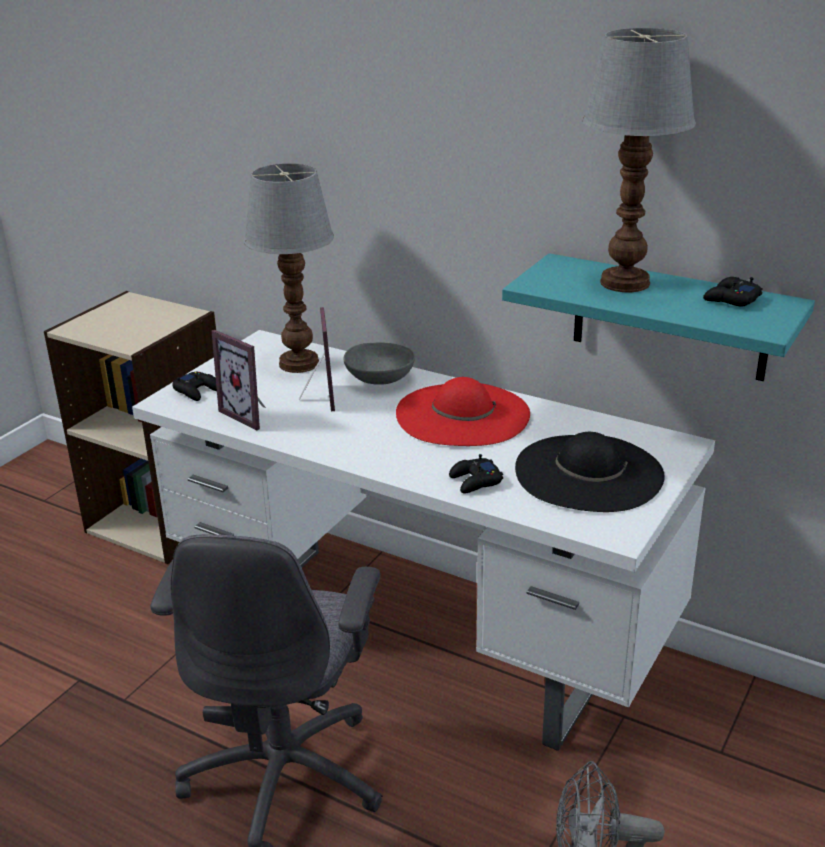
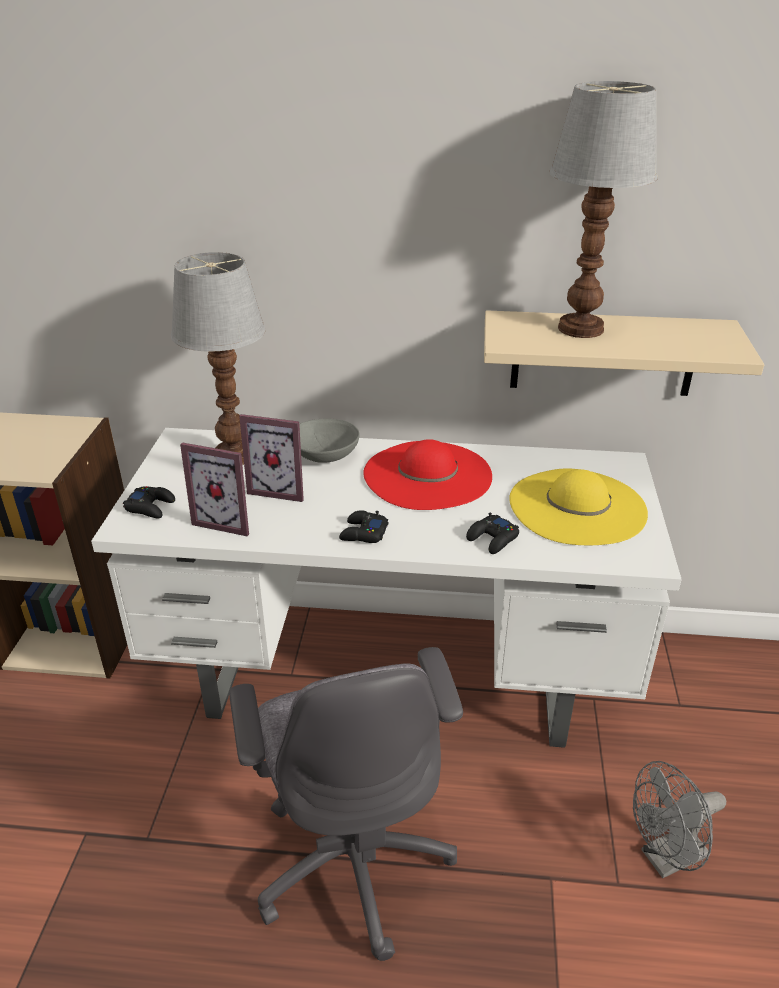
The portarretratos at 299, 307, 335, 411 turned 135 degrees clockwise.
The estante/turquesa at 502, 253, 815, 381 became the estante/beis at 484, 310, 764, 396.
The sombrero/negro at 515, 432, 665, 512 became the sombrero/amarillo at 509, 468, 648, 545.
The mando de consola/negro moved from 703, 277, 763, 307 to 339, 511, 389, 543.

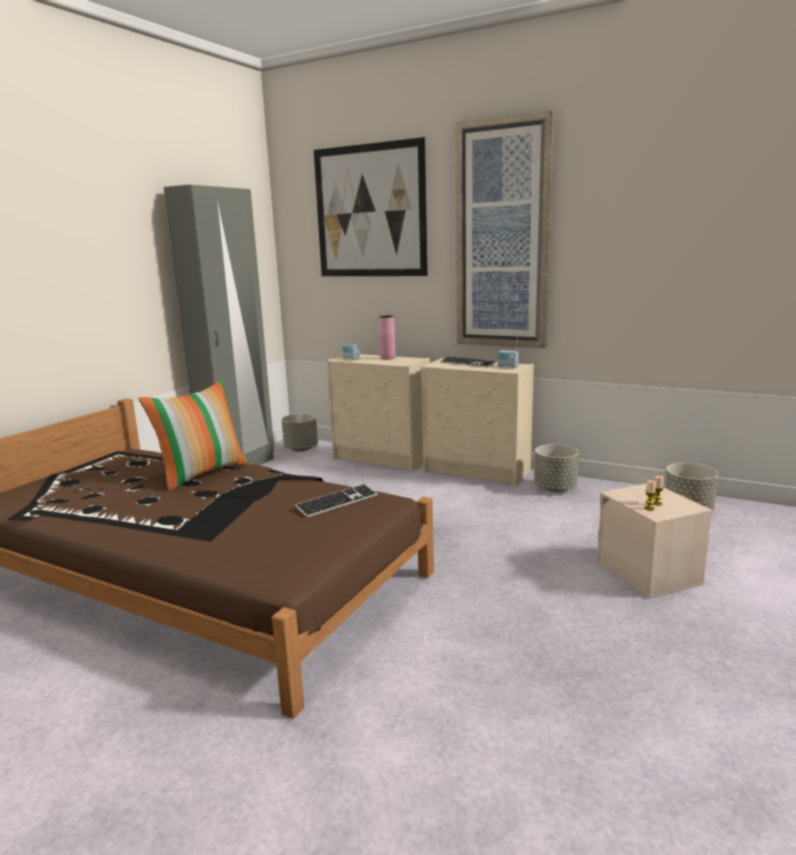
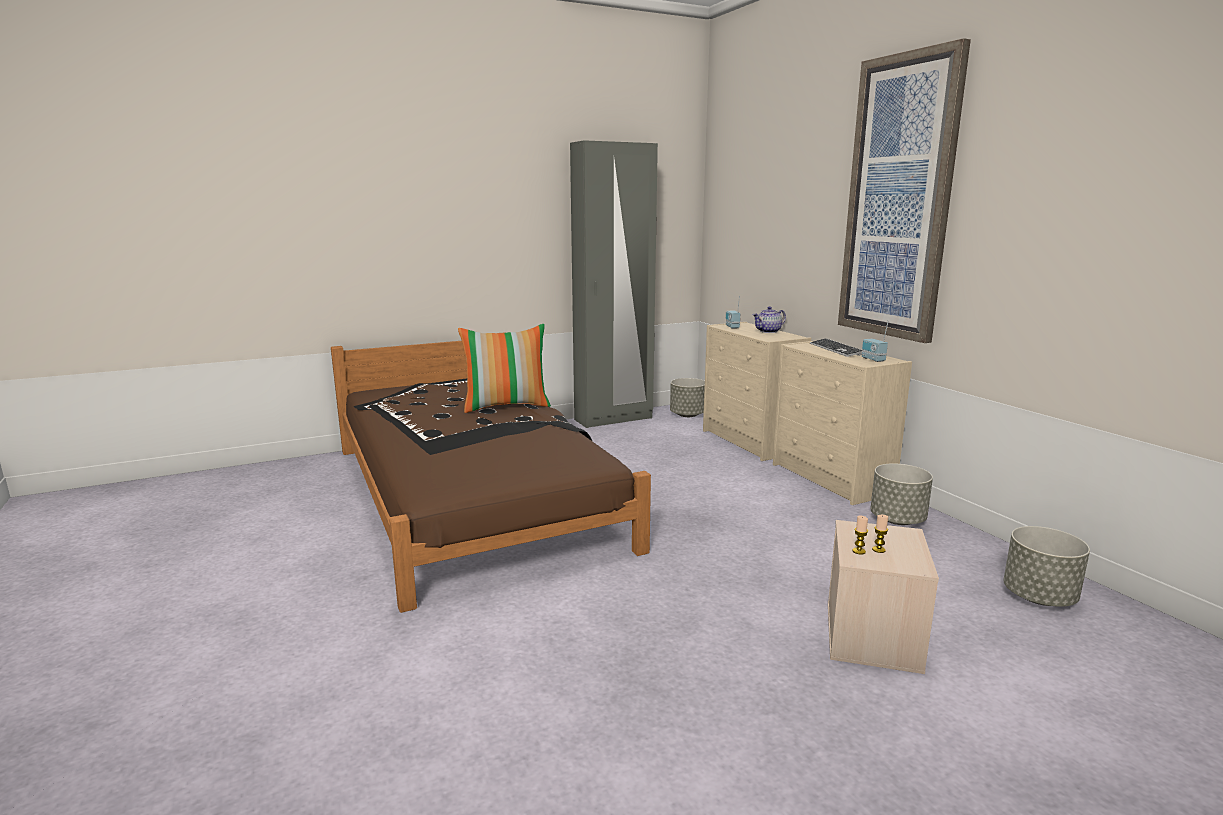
The teclado at 295, 484, 378, 518 disappeared.
The cuadro at 314, 137, 428, 276 disappeared.
The florero/rosa at 379, 316, 395, 360 was replaced by the tetera at 753, 306, 786, 333.

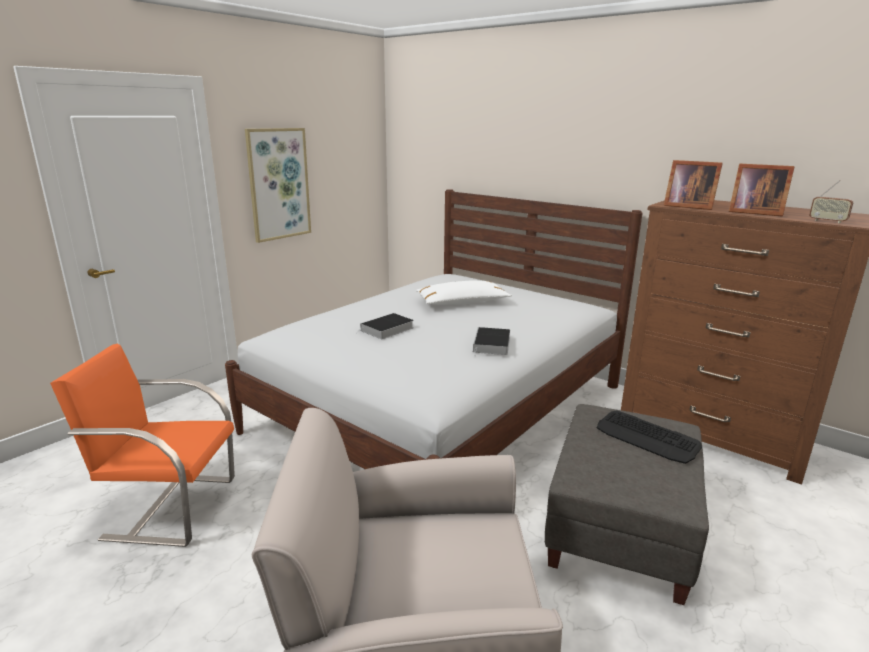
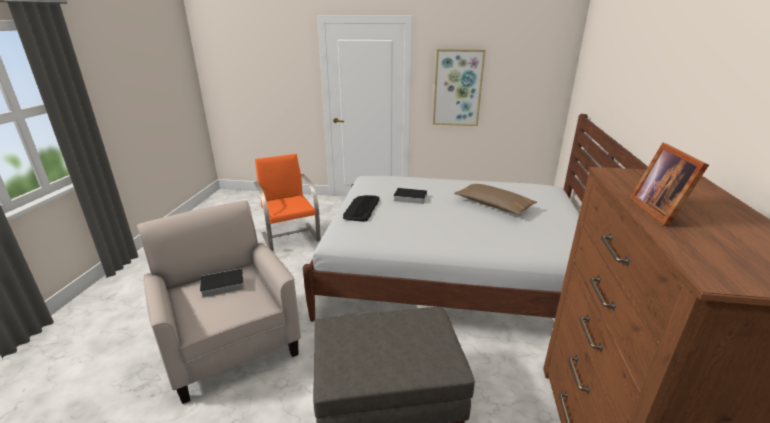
The cojín/blanco at 416, 280, 512, 305 became the cojín/marrón at 454, 184, 537, 215.
The libro moved from 473, 327, 510, 356 to 195, 268, 244, 298.
The teclado moved from 597, 410, 702, 464 to 343, 195, 380, 222.
The portarretratos at 664, 160, 723, 210 disappeared.
The radio at 809, 180, 853, 223 disappeared.

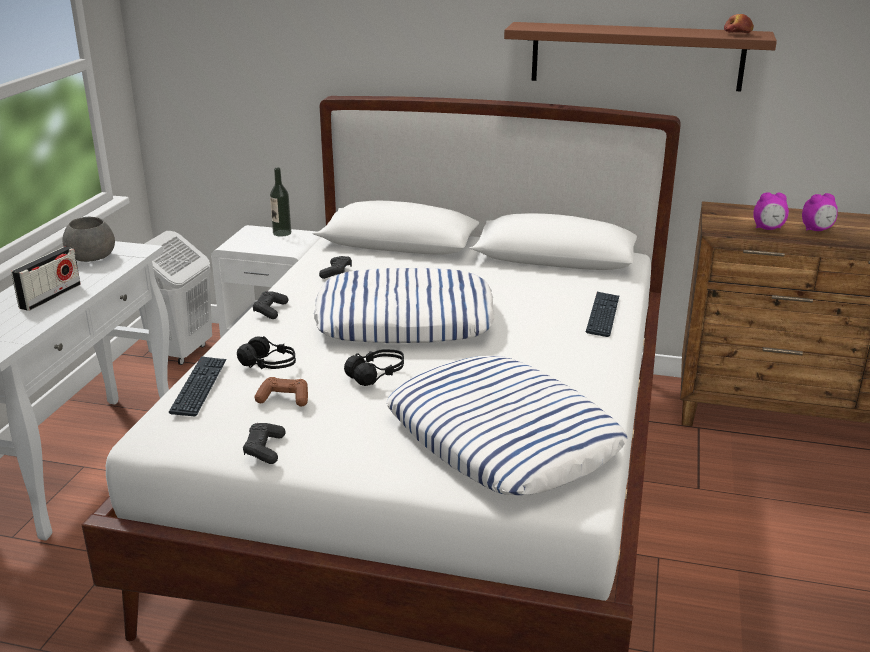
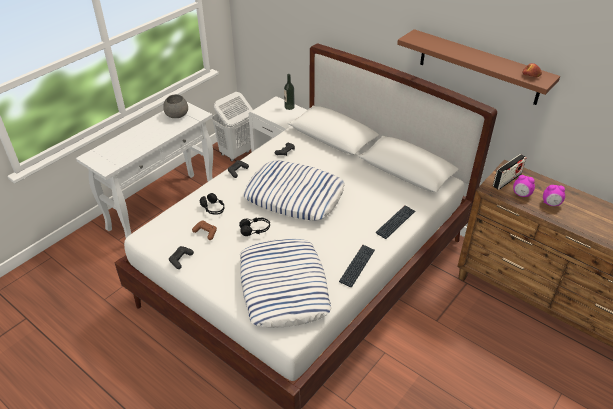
The radio moved from 11, 247, 81, 311 to 493, 154, 527, 190.
The teclado moved from 169, 356, 227, 416 to 339, 245, 375, 287.

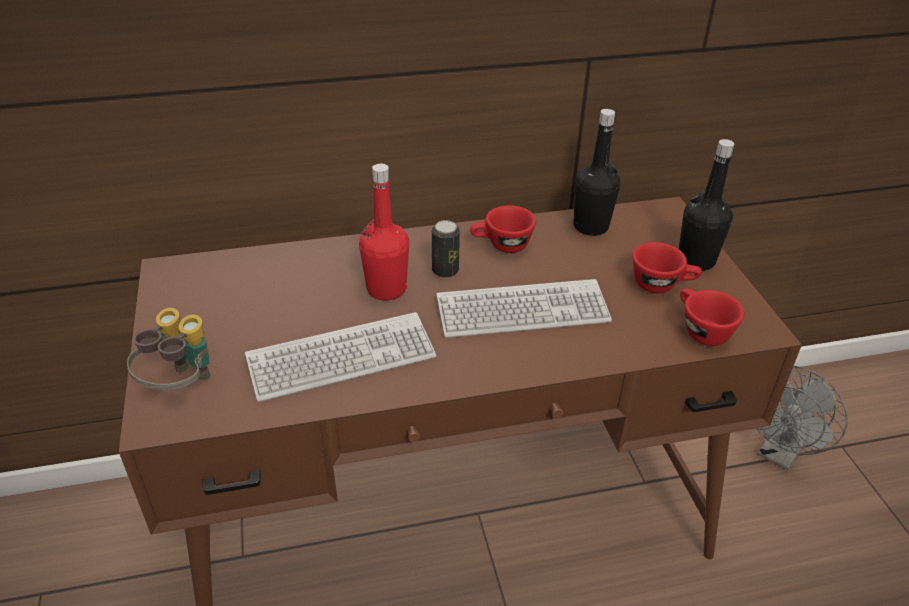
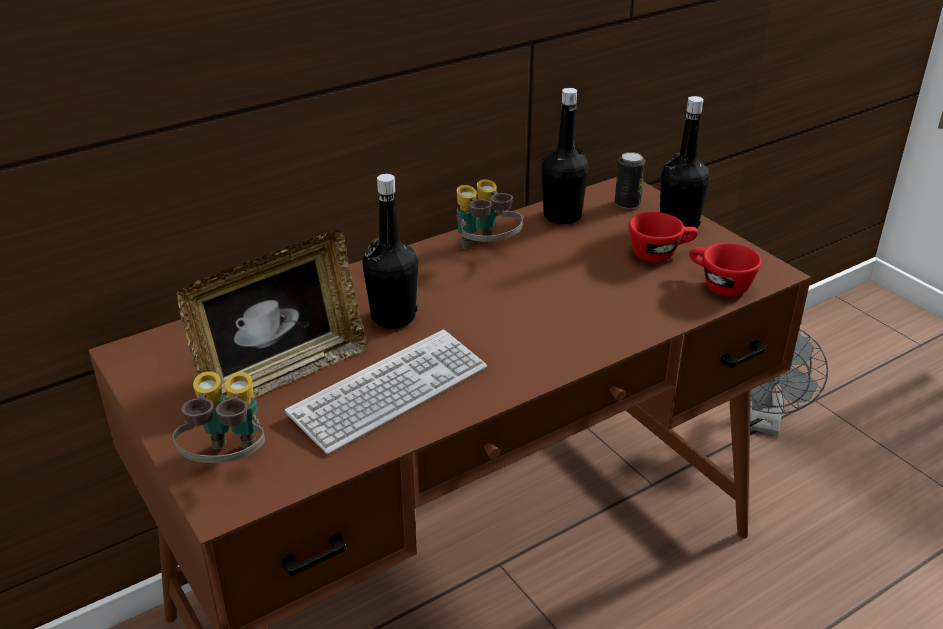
The botella/rojo at 359, 164, 409, 301 became the botella/negro at 363, 174, 418, 329.
The lata moved from 432, 220, 460, 278 to 615, 152, 645, 209.
The teclado at 436, 279, 612, 338 disappeared.
The taza/rojo at 470, 205, 536, 253 was replaced by the prismáticos at 457, 179, 523, 249.
The portarretratos at 176, 230, 368, 398 appeared.

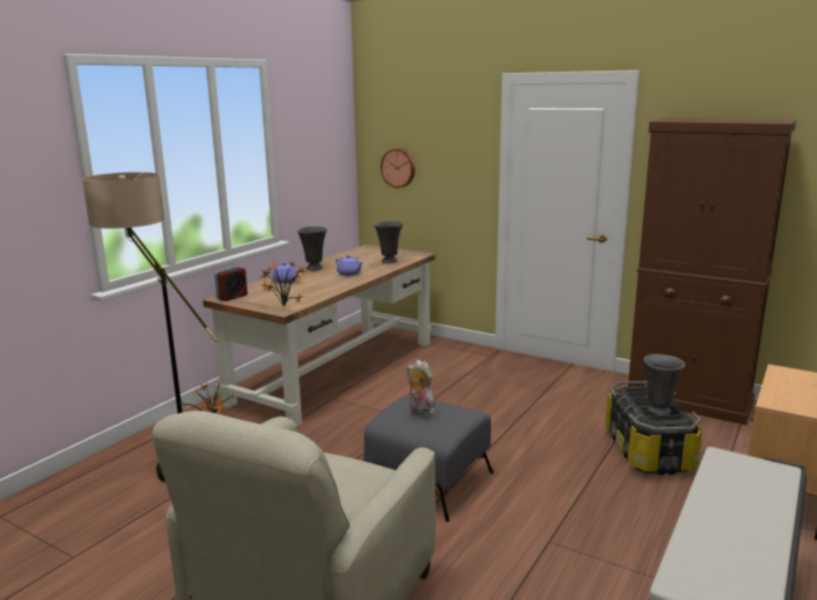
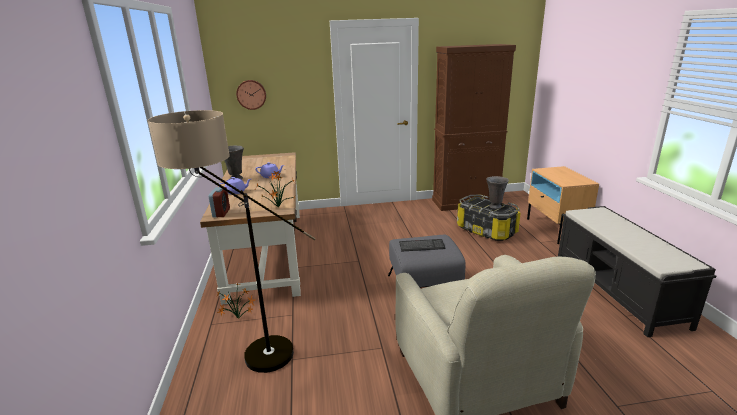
The florero/gris at 374, 221, 403, 264 disappeared.
The peluche at 407, 360, 437, 418 was replaced by the teclado at 399, 239, 446, 252.

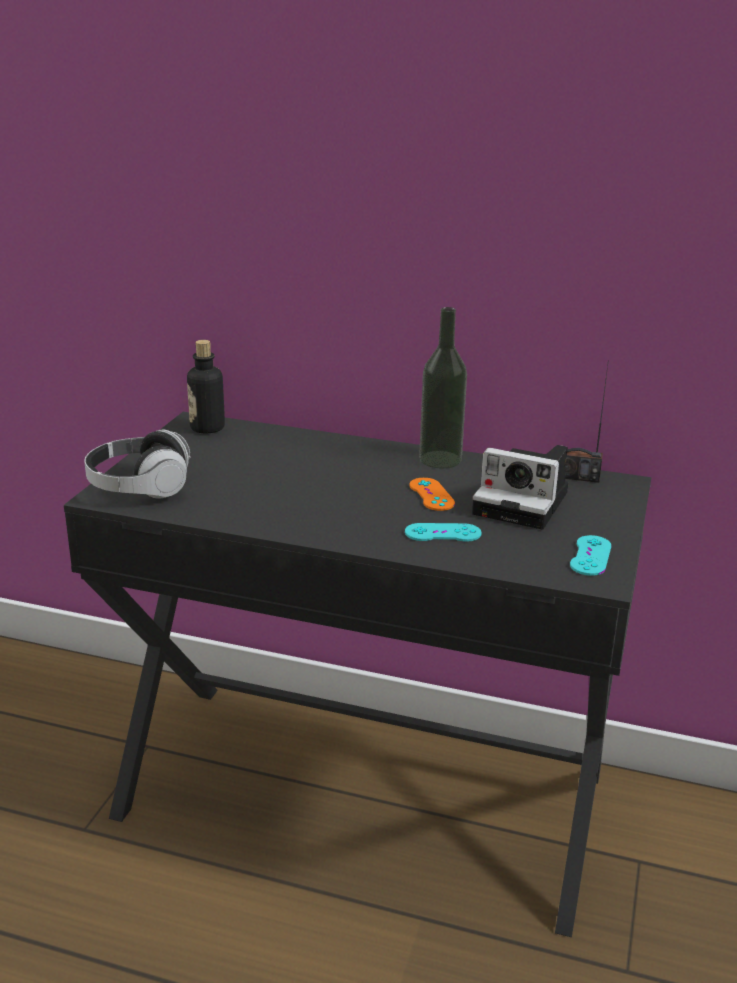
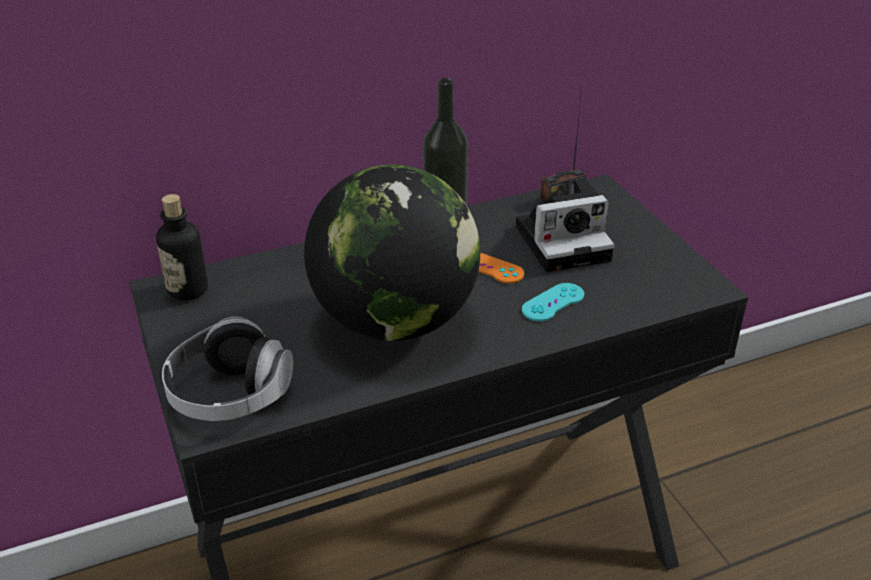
The mando de consola/turquesa at 570, 535, 611, 576 disappeared.
The globo terráqueo at 304, 164, 480, 341 appeared.

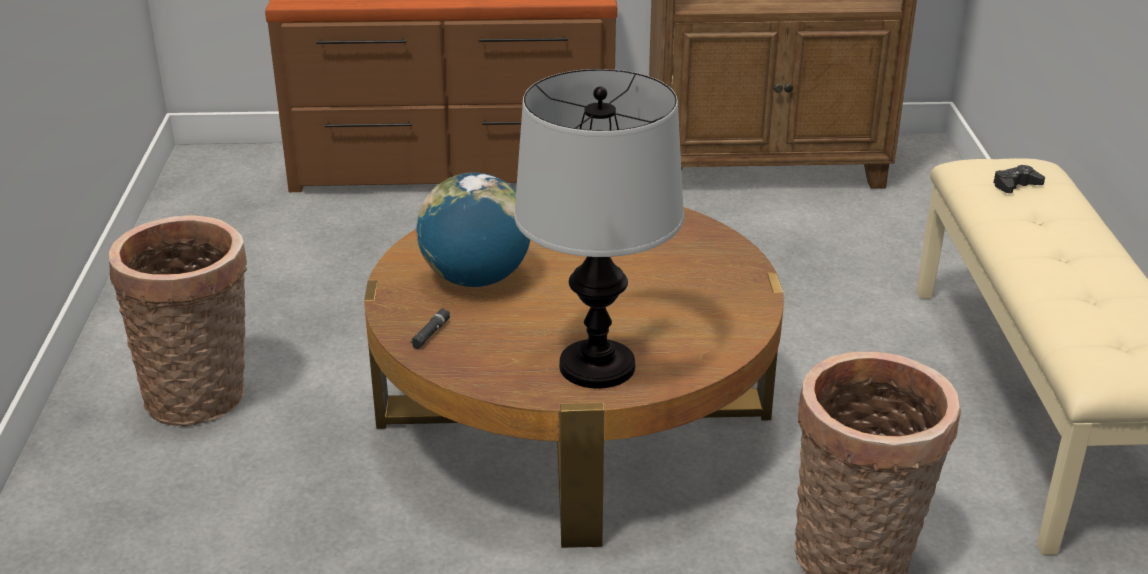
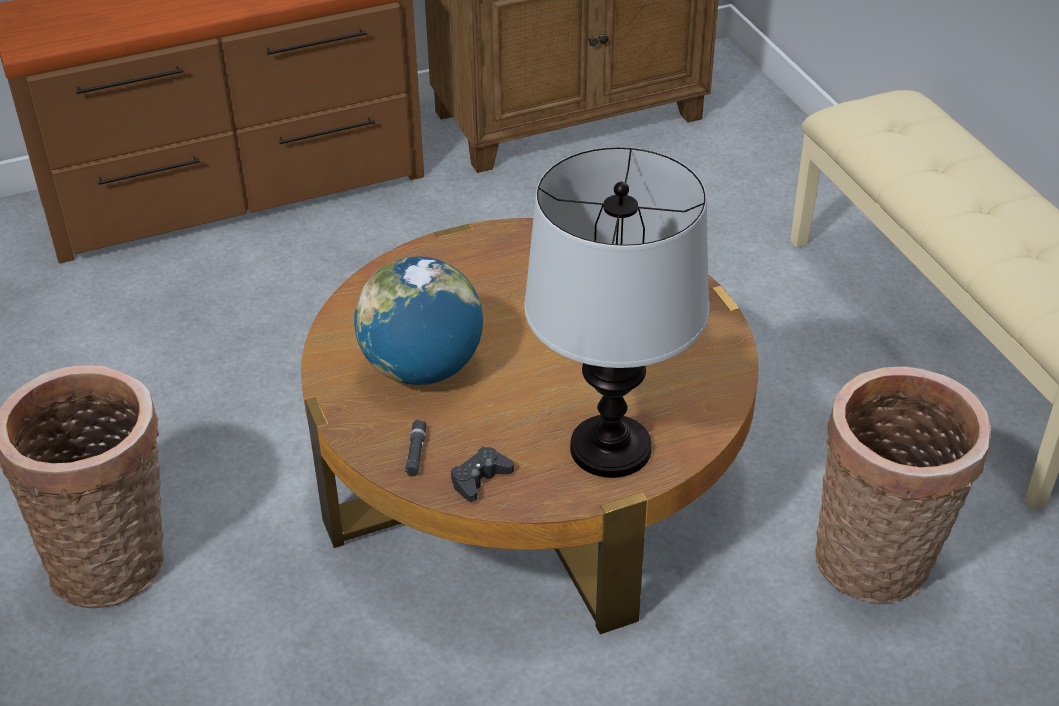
The mando de consola/negro moved from 993, 165, 1045, 193 to 451, 447, 514, 502.

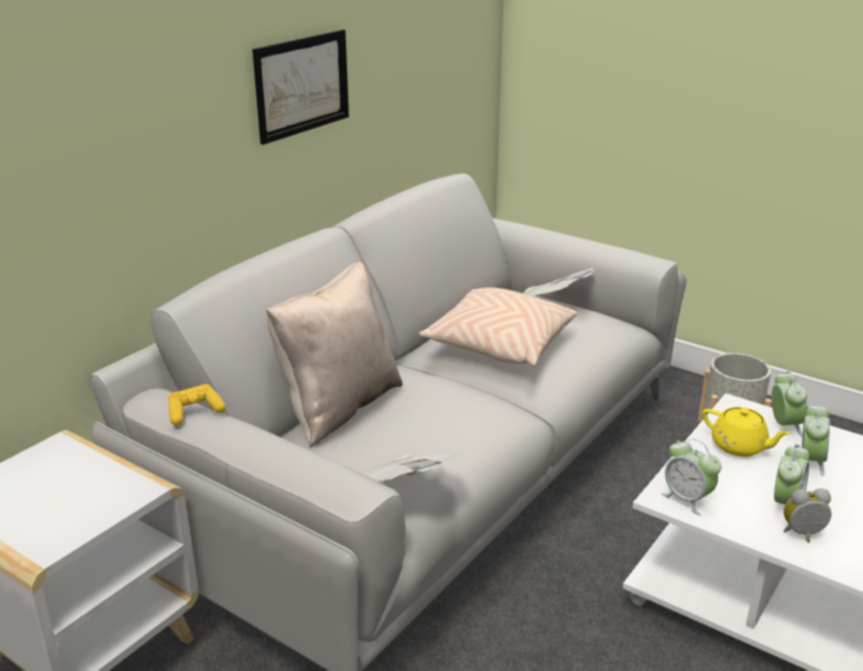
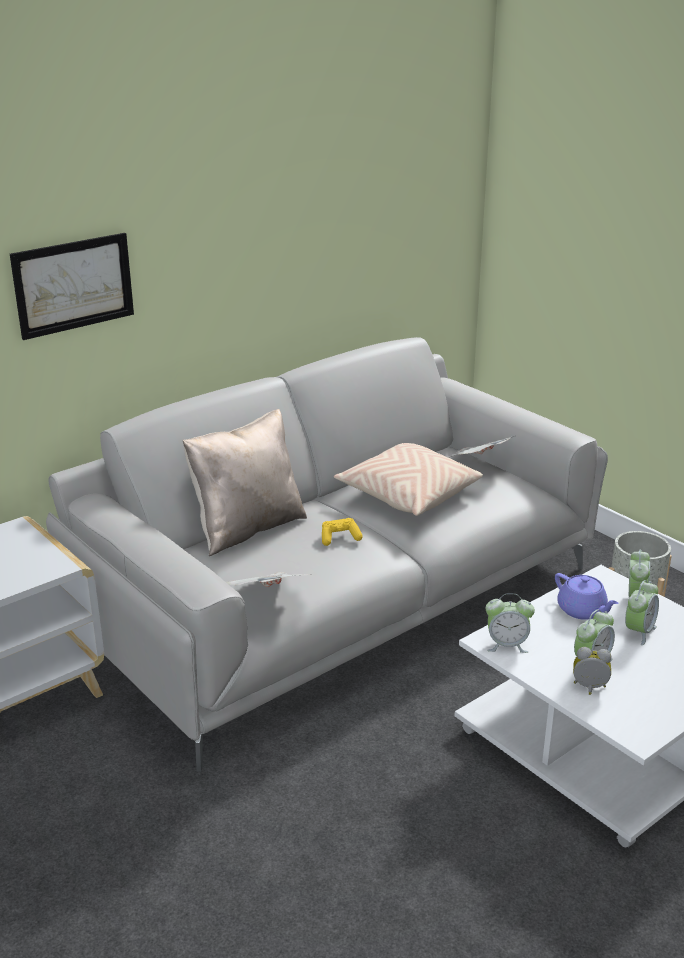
The mando de consola/amarillo moved from 168, 384, 225, 425 to 322, 518, 363, 546.
The cuadro moved from 252, 29, 349, 145 to 10, 233, 134, 340.
The despertador at 661, 439, 721, 515 turned 60 degrees counterclockwise.
The tetera/amarillo at 702, 407, 791, 457 became the tetera/morado at 555, 573, 618, 620.

